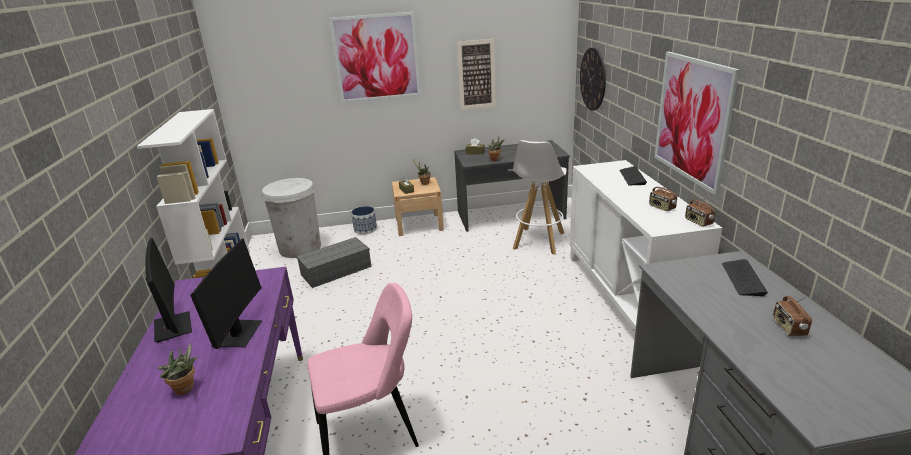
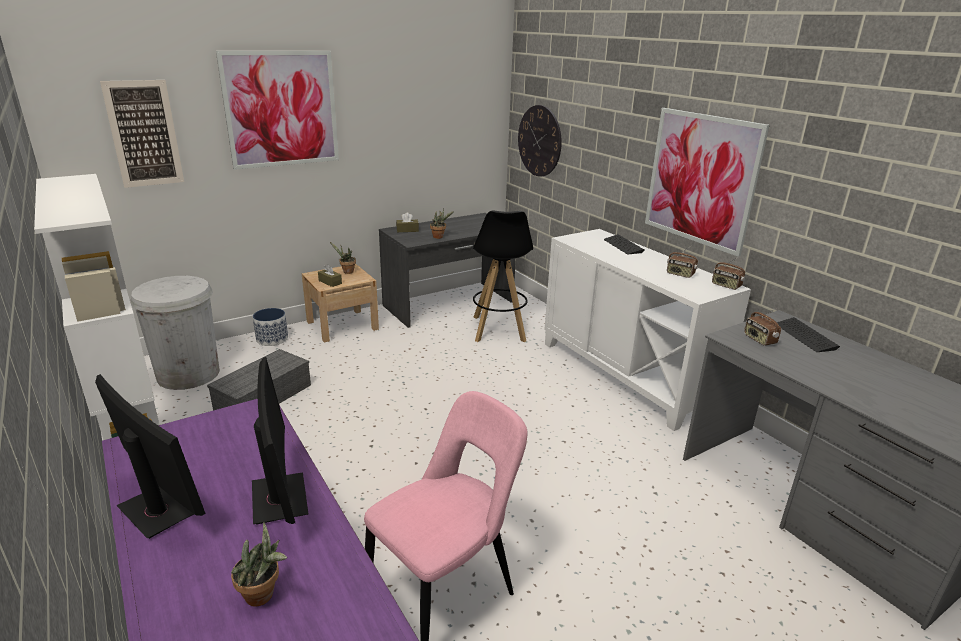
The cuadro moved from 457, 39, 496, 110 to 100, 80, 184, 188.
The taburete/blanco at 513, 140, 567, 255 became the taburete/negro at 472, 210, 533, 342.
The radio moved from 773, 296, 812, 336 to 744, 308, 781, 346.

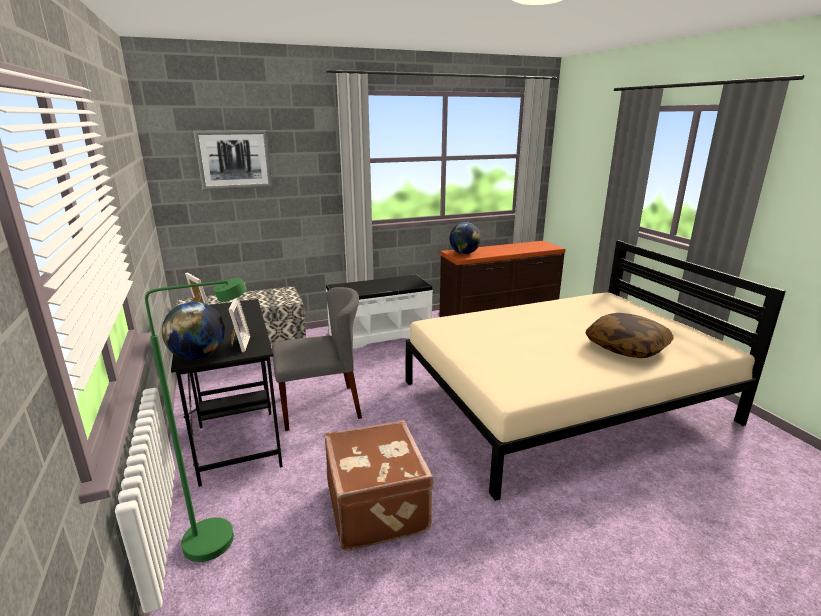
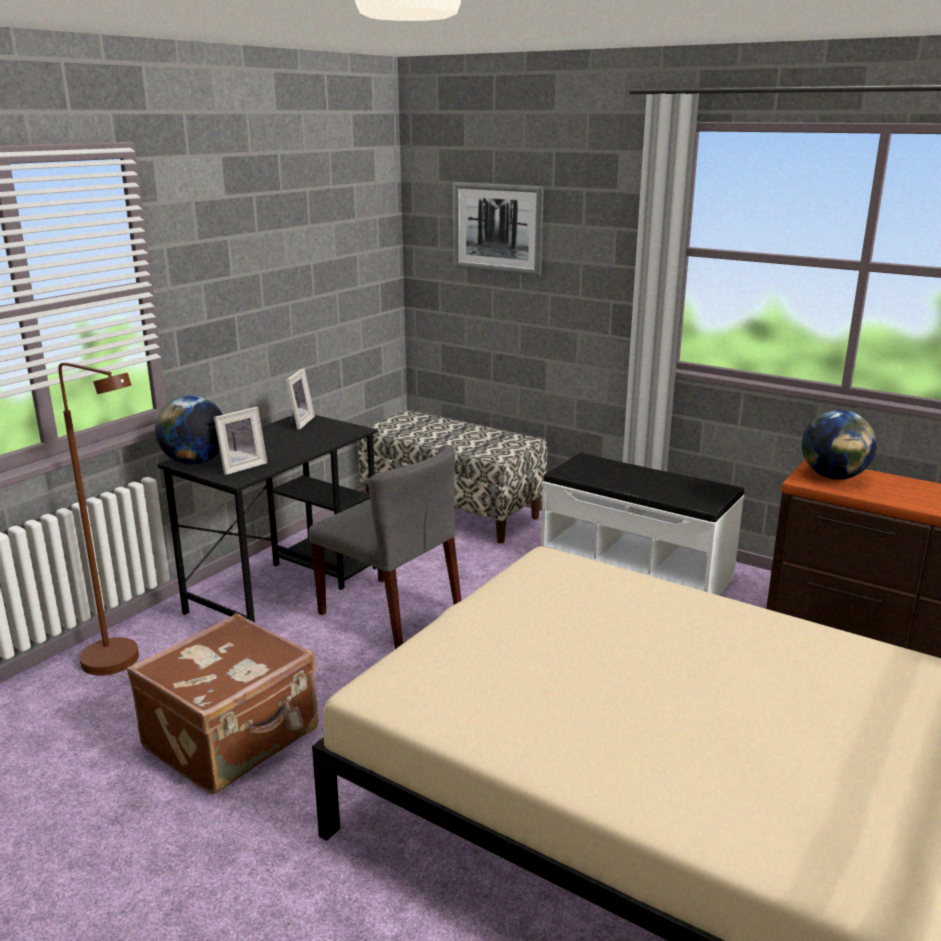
The lámpara de pie/verde at 145, 278, 247, 562 became the lámpara de pie/marrón at 58, 362, 139, 676.
The cojín at 585, 313, 674, 358 disappeared.

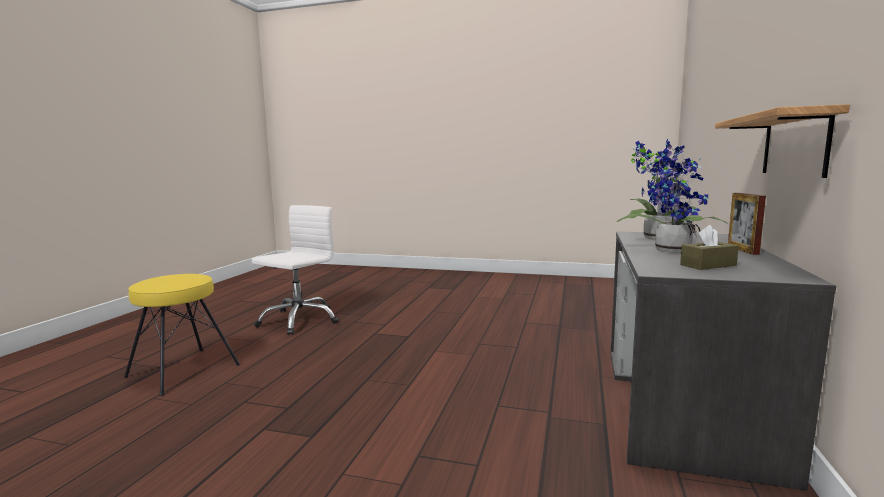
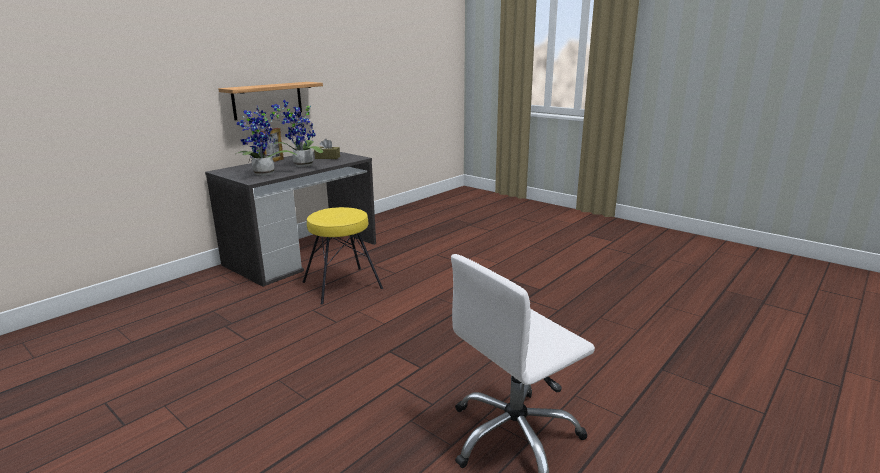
The taburete/amarillo moved from 124, 274, 240, 396 to 303, 207, 383, 305.

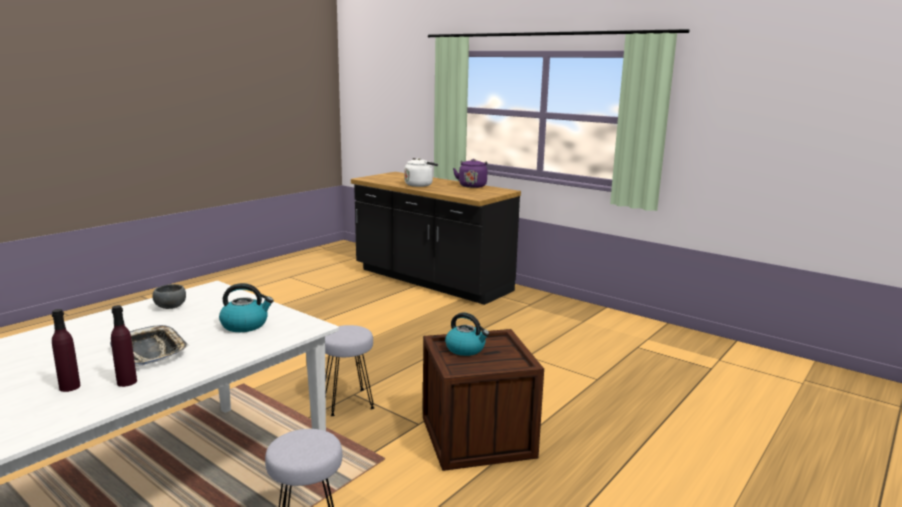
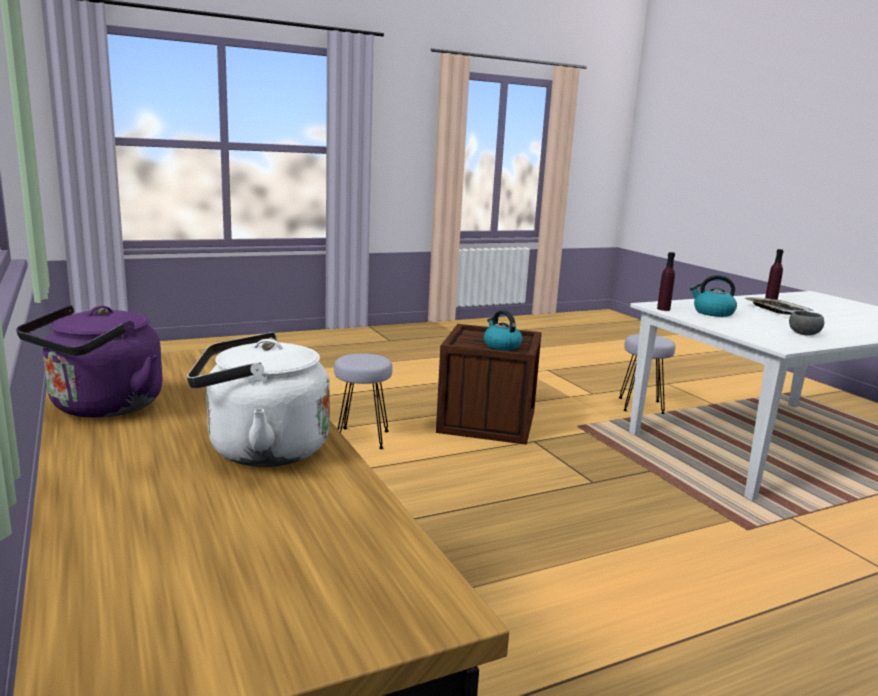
The botella/morado moved from 52, 309, 81, 392 to 657, 252, 675, 311.
The taburete/gris moved from 325, 325, 374, 416 to 334, 353, 393, 449.

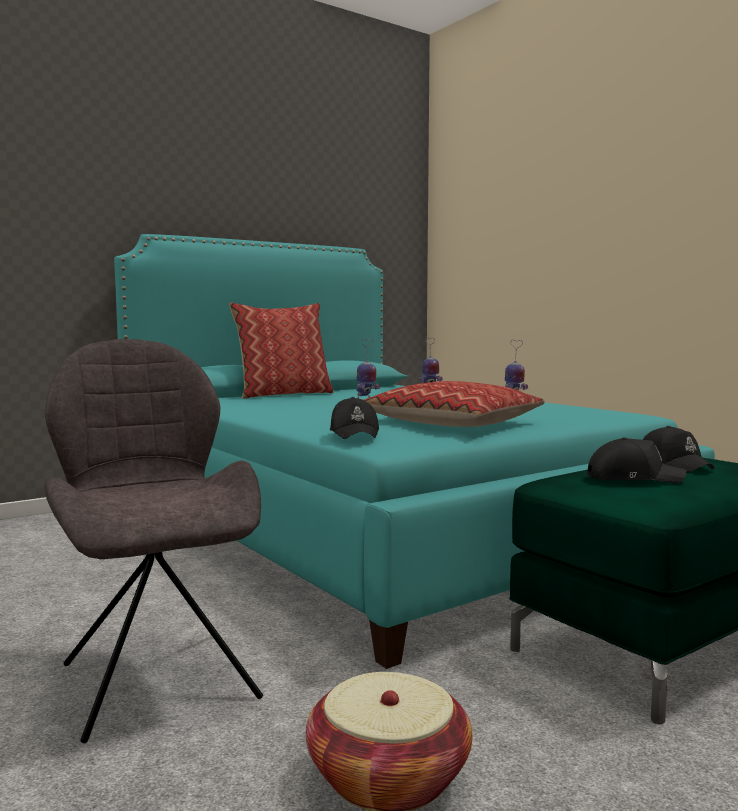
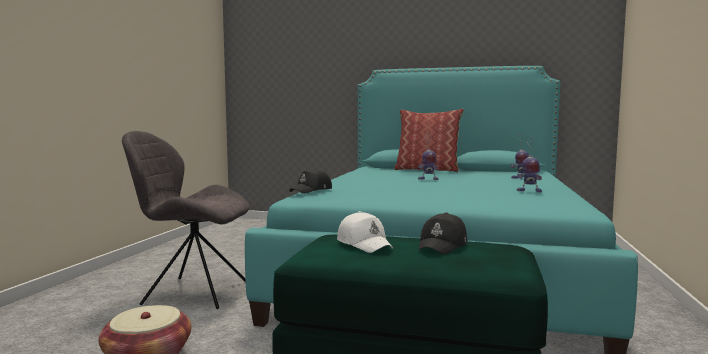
The silla/gris at 44, 339, 263, 743 turned 105 degrees counterclockwise.
The cojín at 364, 381, 545, 427 disappeared.
The gorra/negro at 587, 437, 687, 484 became the gorra/blanco at 337, 211, 393, 253.

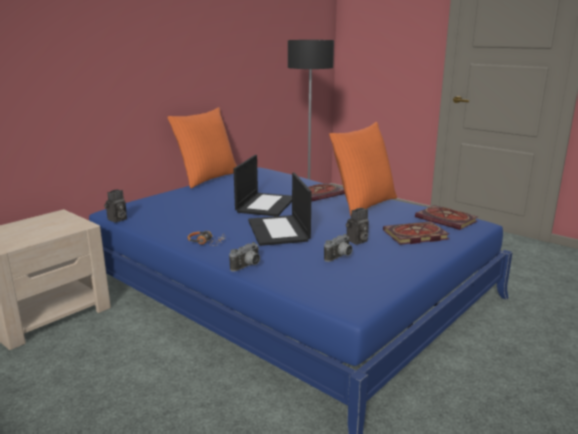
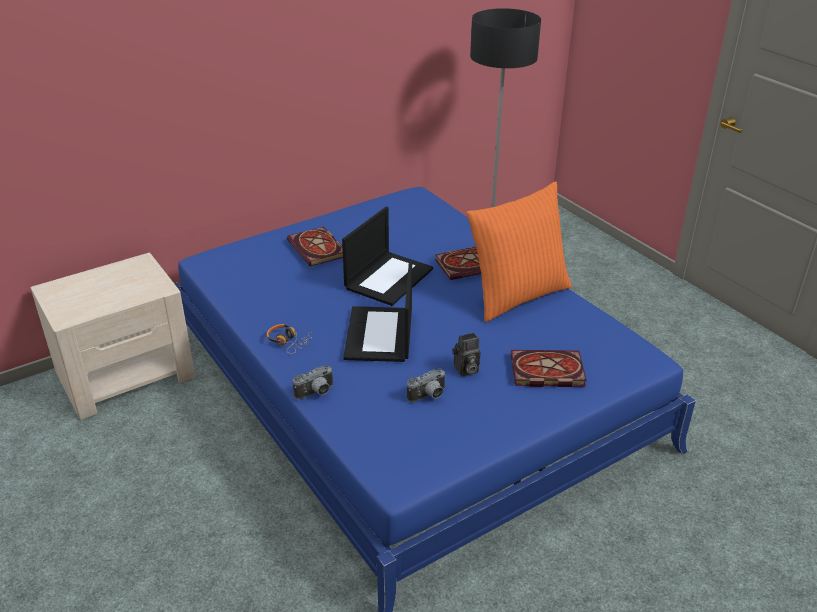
The cámara at 104, 189, 127, 223 disappeared.
The cojín/naranja at 167, 107, 237, 188 disappeared.
The libro moved from 415, 205, 478, 230 to 287, 227, 343, 266.

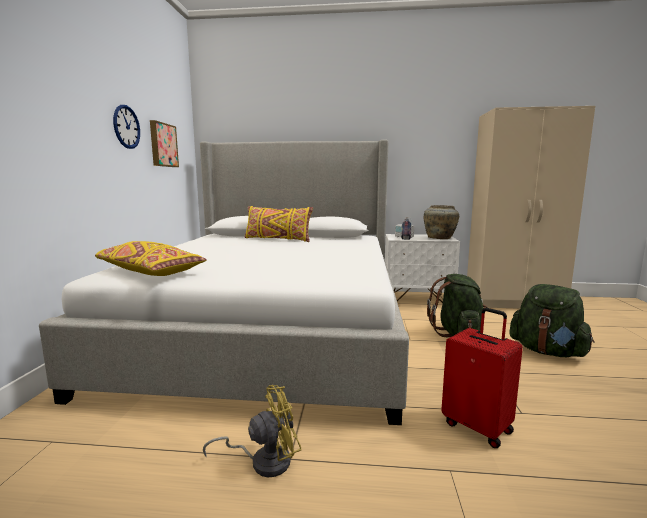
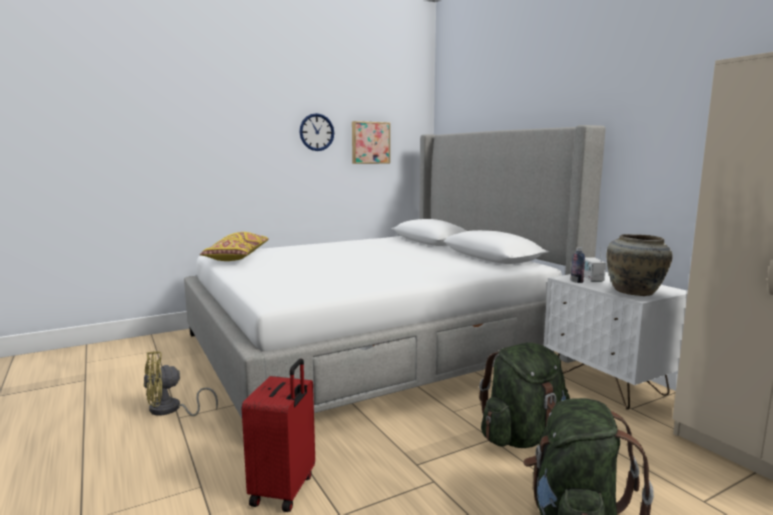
The ventilador/amarillo at 203, 385, 302, 477 turned 120 degrees clockwise.
The cojín/amarillo at 245, 206, 313, 242 disappeared.

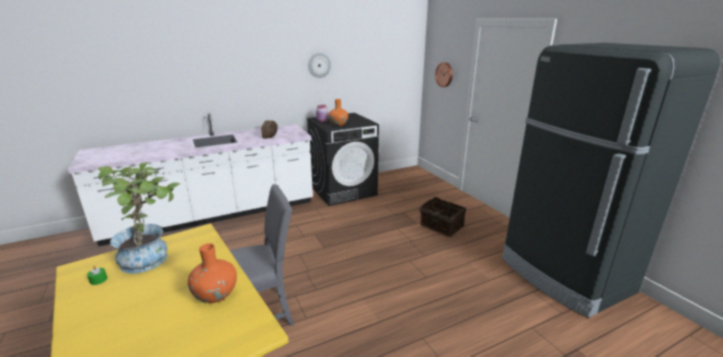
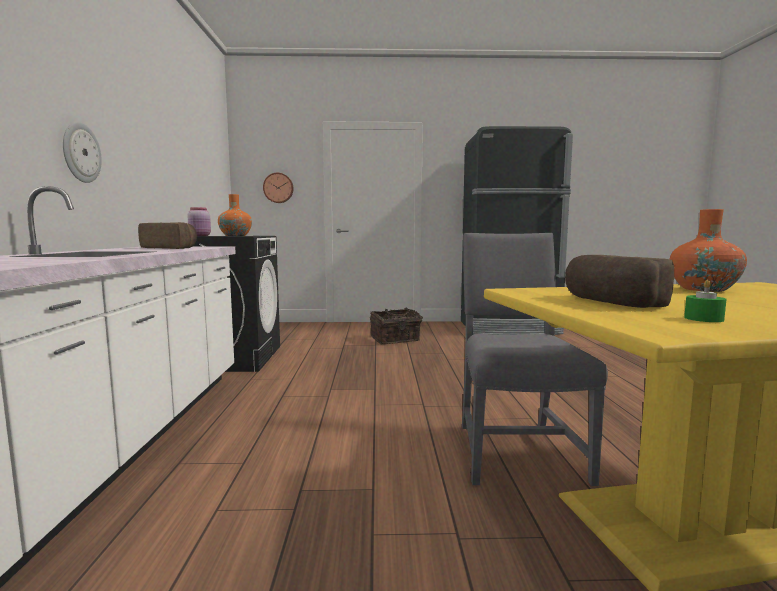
The planta en maceta at 98, 162, 181, 274 was replaced by the pan at 565, 255, 674, 308.
The reloj de pared moved from 308, 53, 331, 78 to 63, 122, 102, 183.

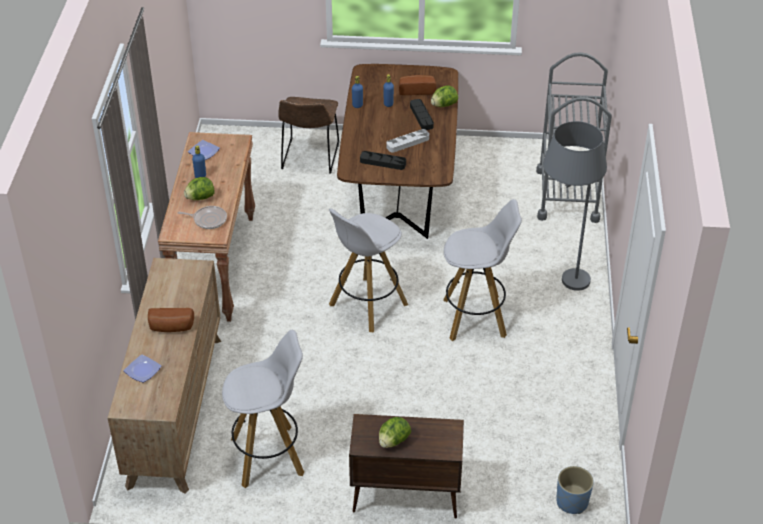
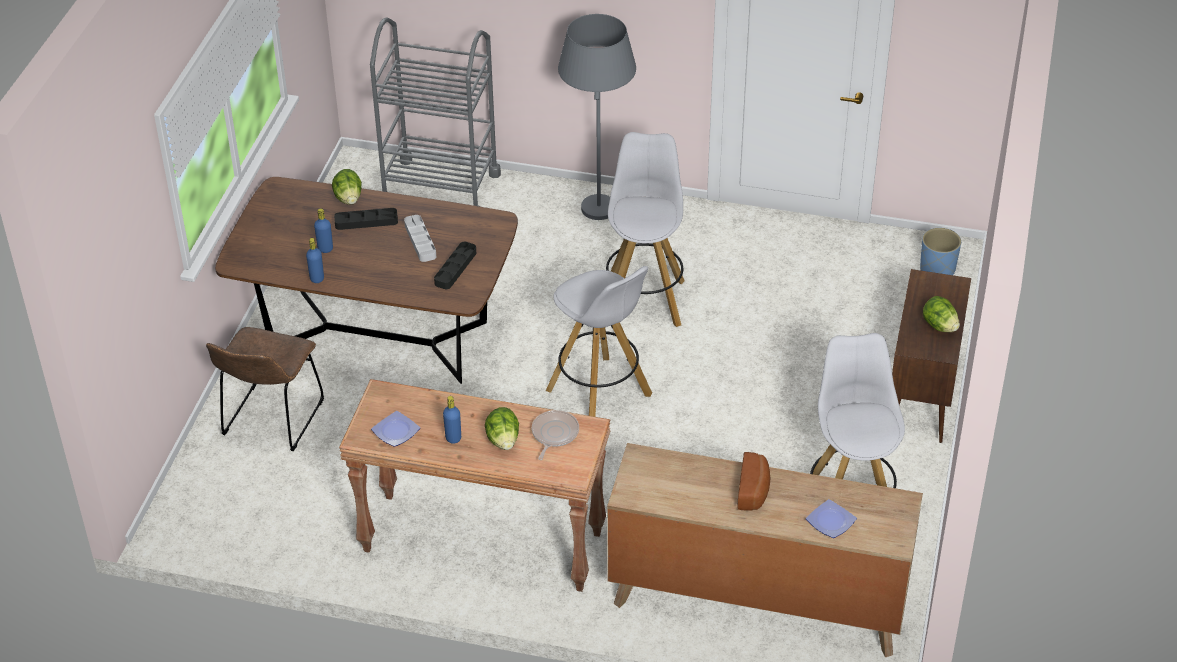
The silla/marrón at 278, 97, 339, 174 turned 90 degrees clockwise.
The pan at 399, 75, 436, 95 disappeared.

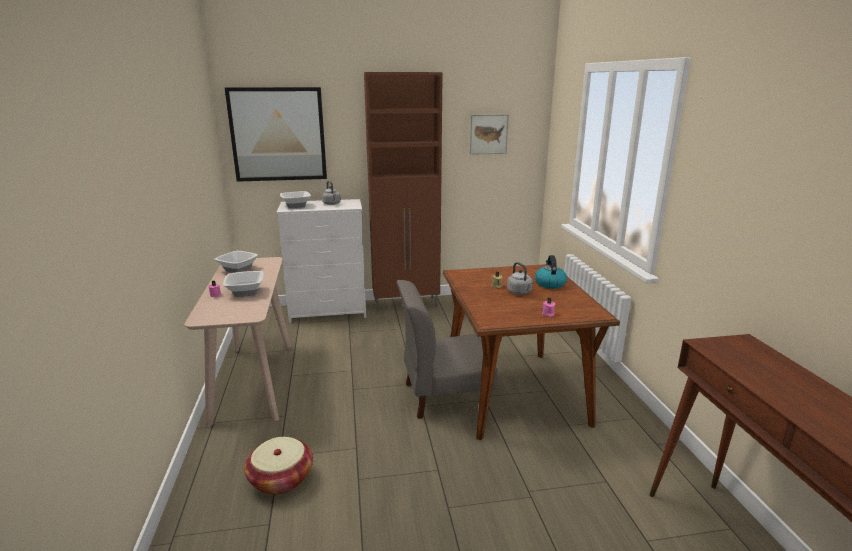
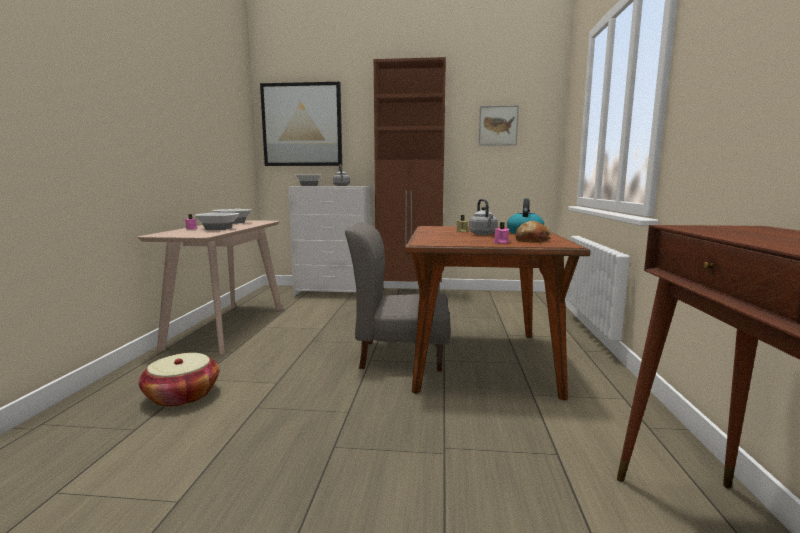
The pan at 516, 221, 551, 243 appeared.

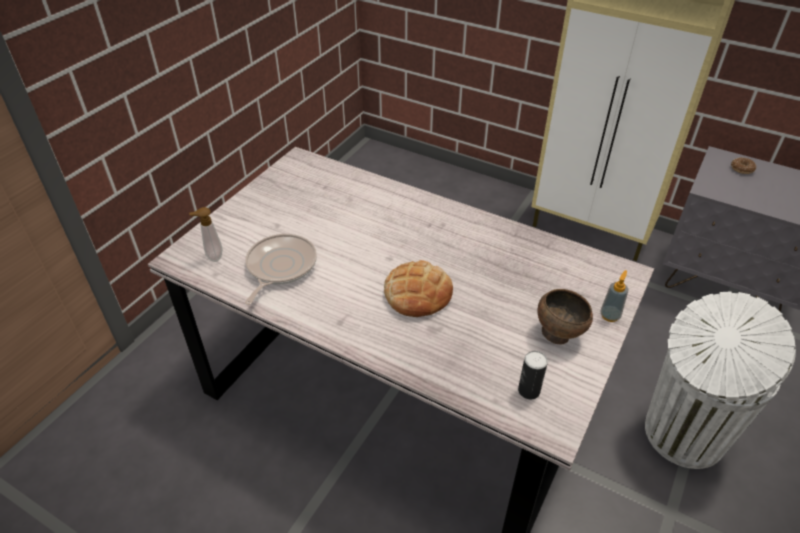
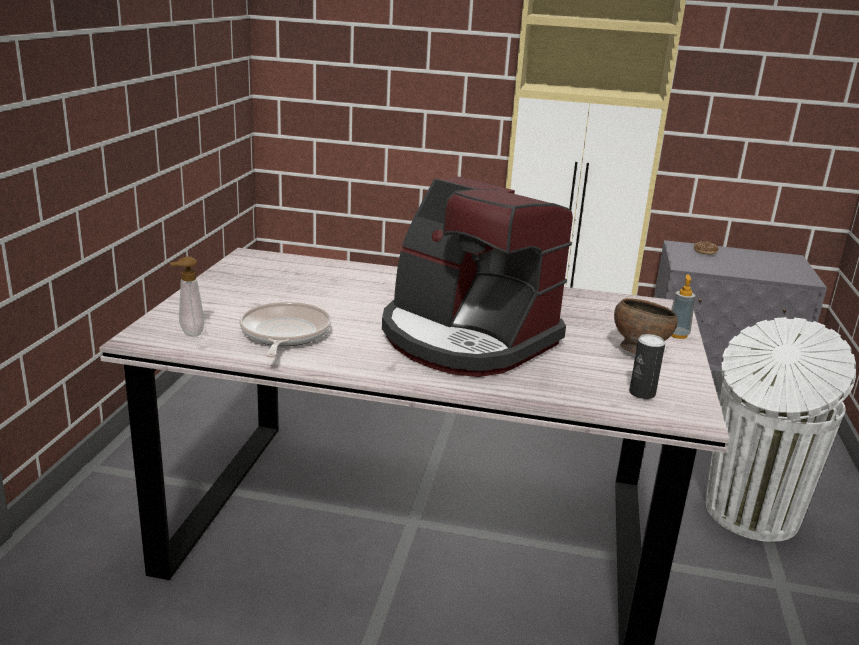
The pan at 384, 260, 453, 317 was replaced by the cafetera at 382, 177, 573, 377.

